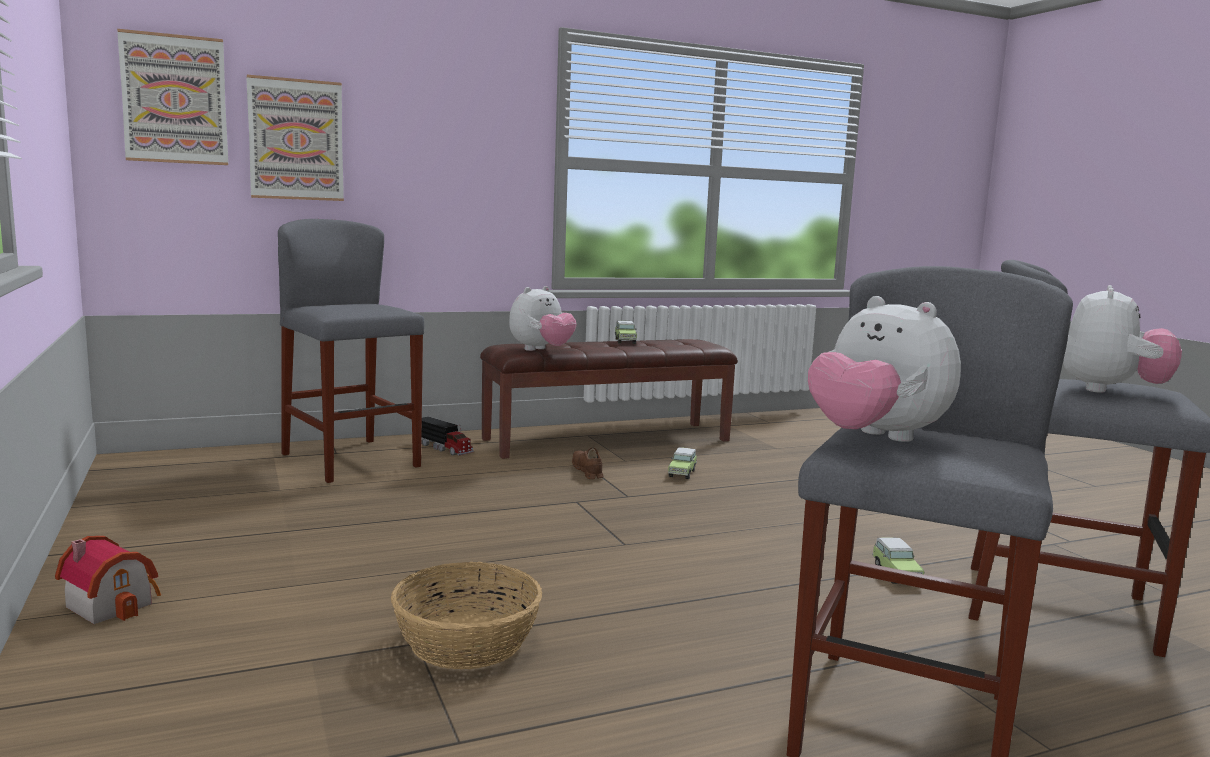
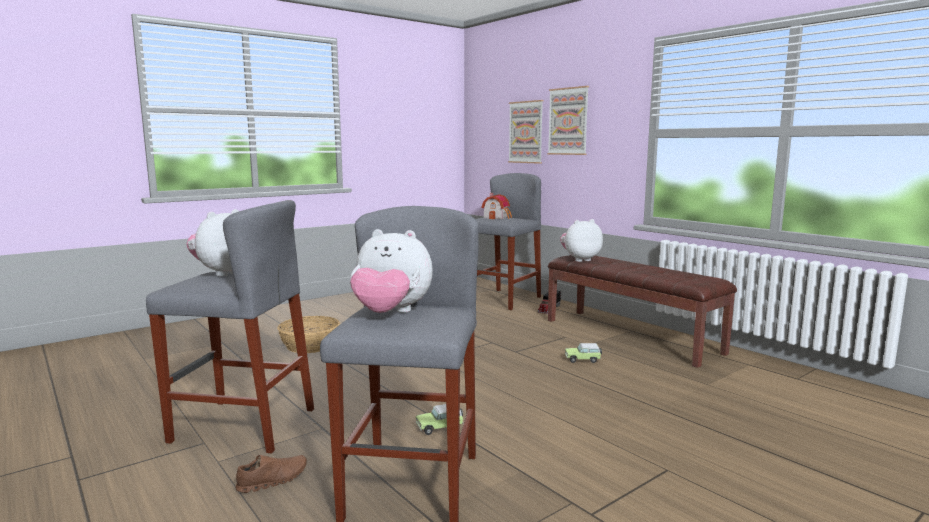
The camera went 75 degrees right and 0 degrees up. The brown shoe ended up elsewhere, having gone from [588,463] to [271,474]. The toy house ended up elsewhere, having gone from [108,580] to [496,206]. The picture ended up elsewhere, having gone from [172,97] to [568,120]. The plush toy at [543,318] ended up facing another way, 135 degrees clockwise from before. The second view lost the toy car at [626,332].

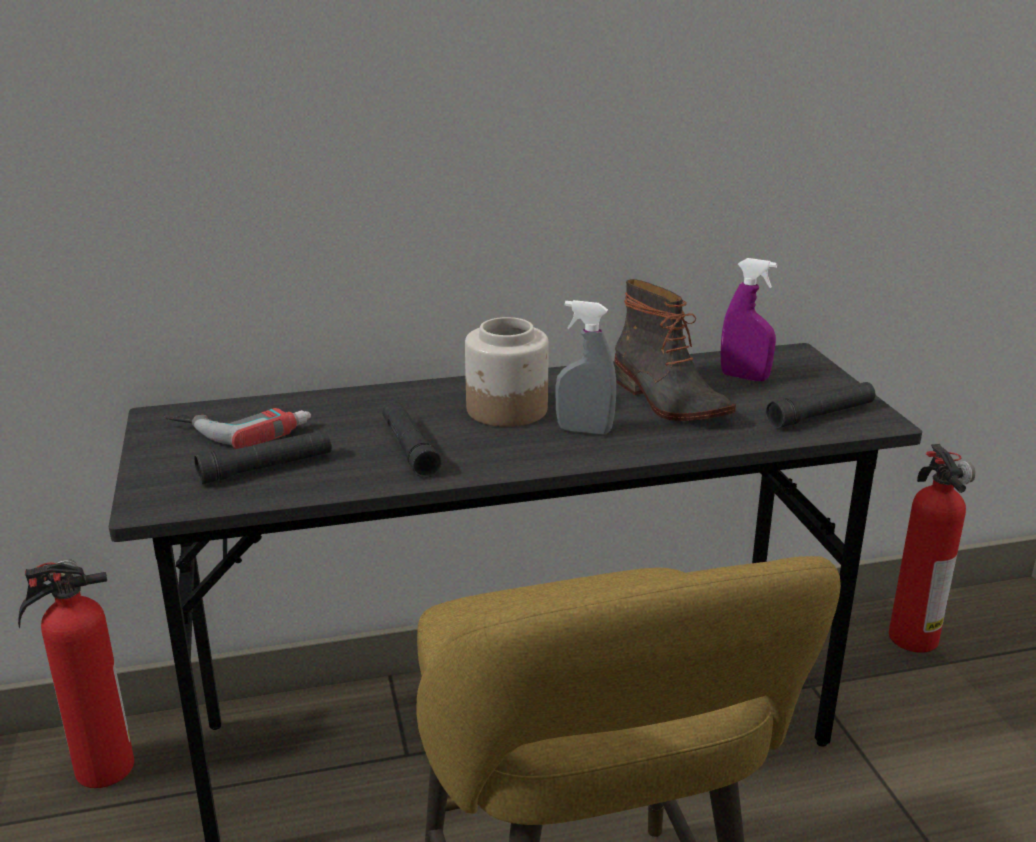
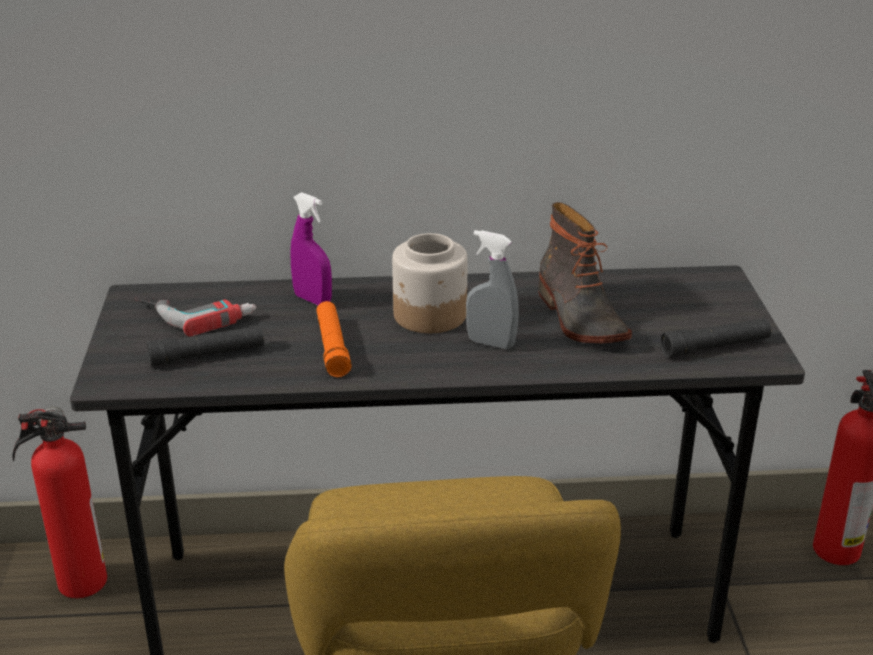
The camera went 10 degrees right and 5 degrees up. The purple spray bottle ended up elsewhere, having gone from [749,319] to [311,248]. What was the black flashlight at [412,439] turned into the orange flashlight at [334,339].

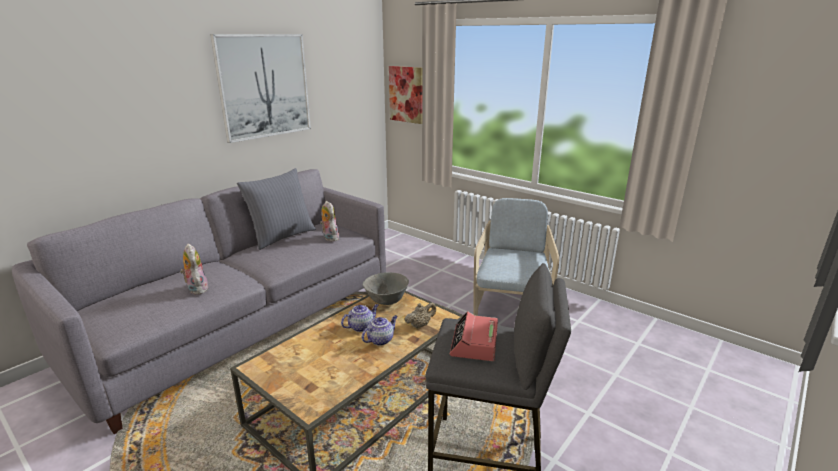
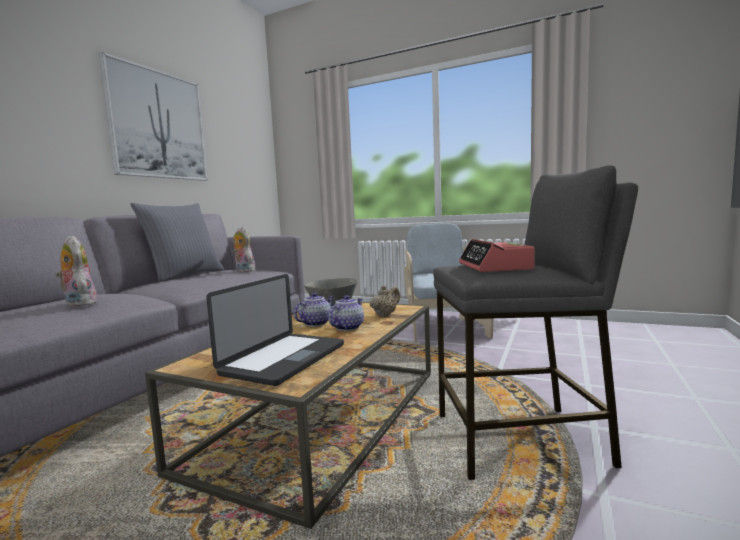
The camera went 15 degrees left and 15 degrees down. The second view gained the laptop at [275,330]. The second view lost the picture at [406,95].

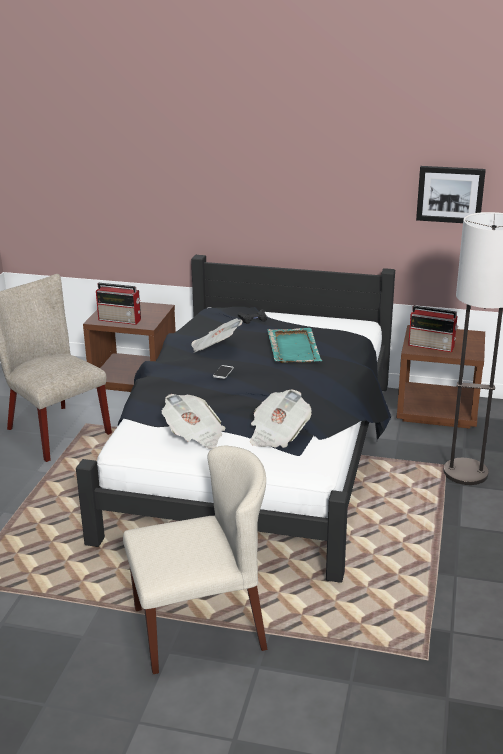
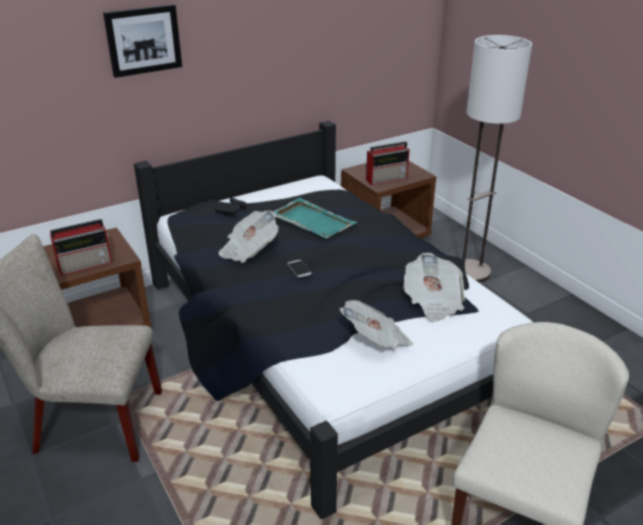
The camera went 45 degrees left and 5 degrees up. The picture ended up elsewhere, having gone from [451,194] to [142,41].

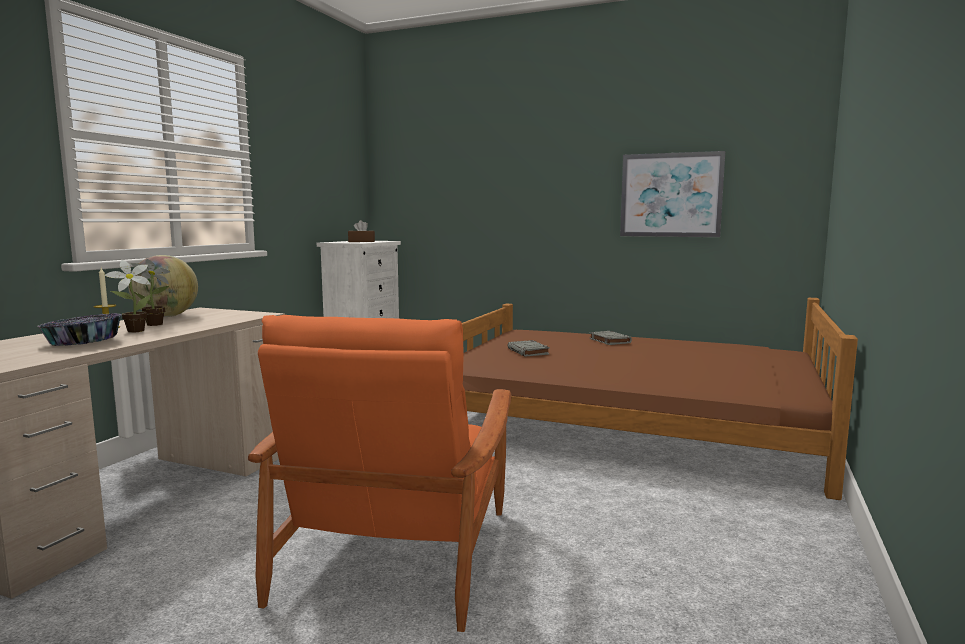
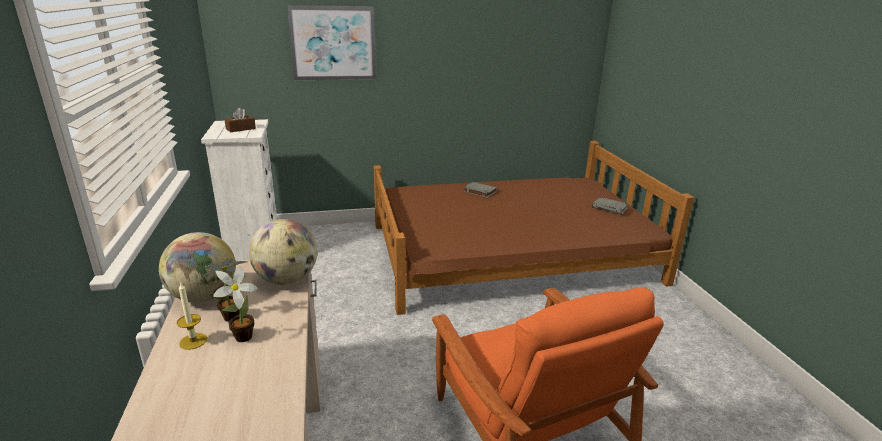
The camera went 35 degrees left and 15 degrees up. The second view gained the globe at [283,252]. The picture ended up elsewhere, having gone from [672,194] to [331,42]. The grey book ended up elsewhere, having gone from [529,348] to [610,206]. The second view lost the bowl at [80,330].

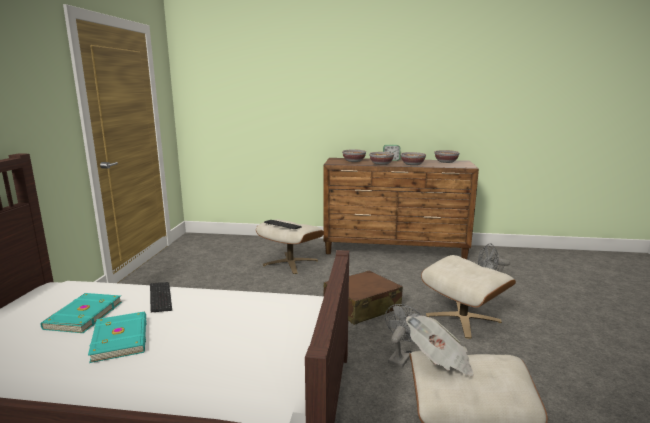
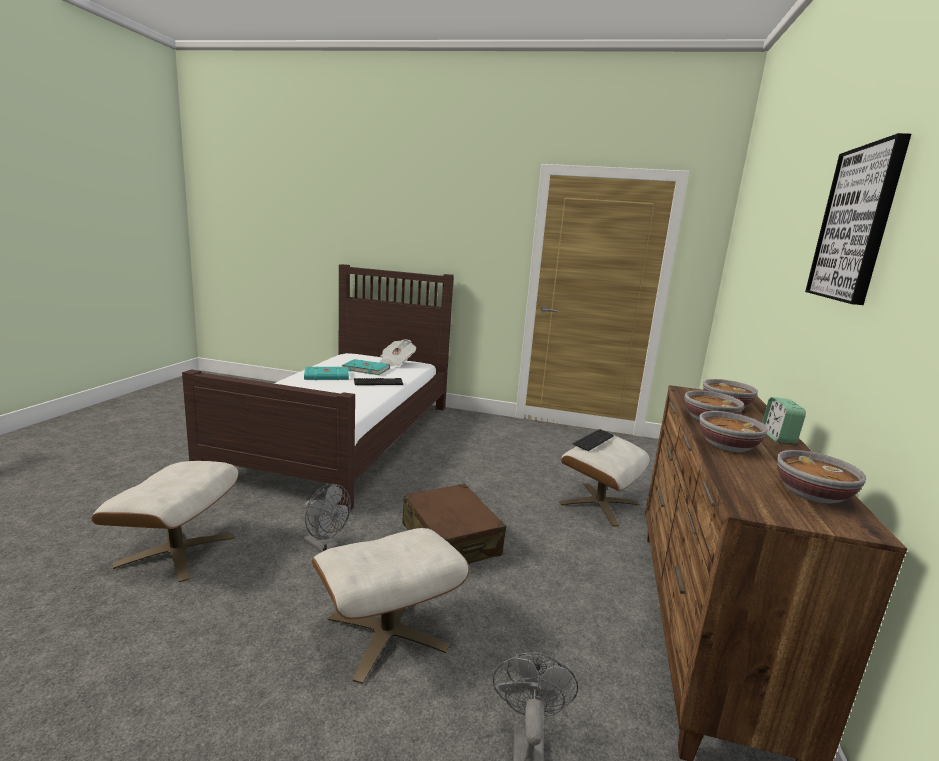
The camera went 95 degrees right and 0 degrees up. The newspaper ended up elsewhere, having gone from [440,345] to [398,352]. The second view gained the picture at [858,219].

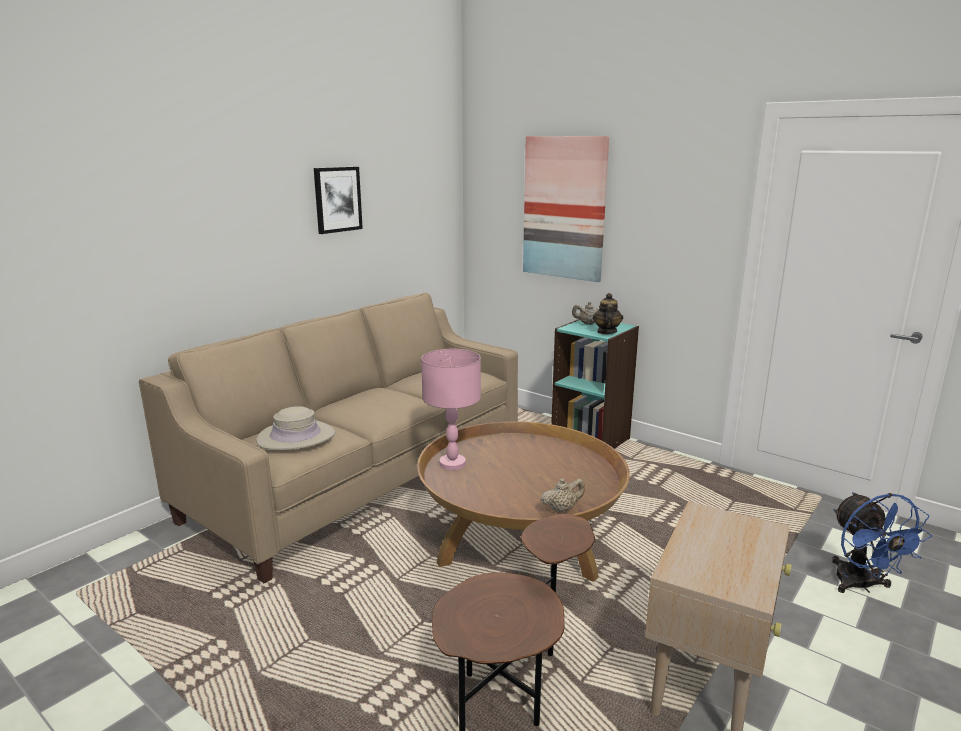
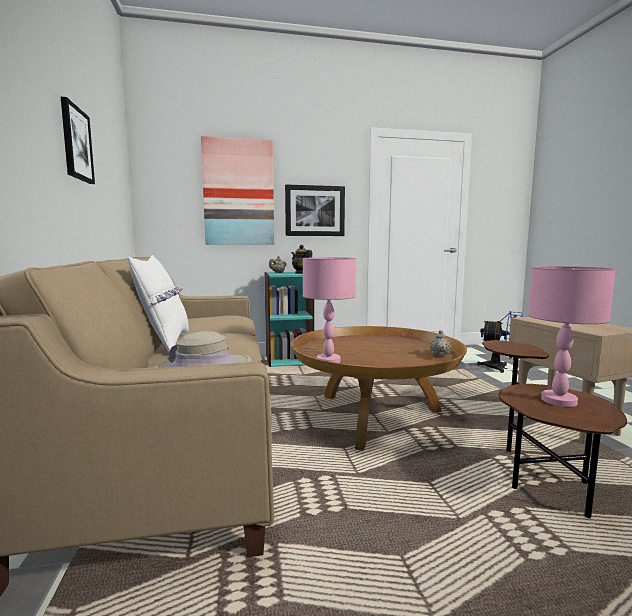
The camera went 50 degrees left and 10 degrees down. The second view gained the white pillow at [158,303]. The second view gained the picture at [315,210]. The second view gained the pink table lamp at [572,336].

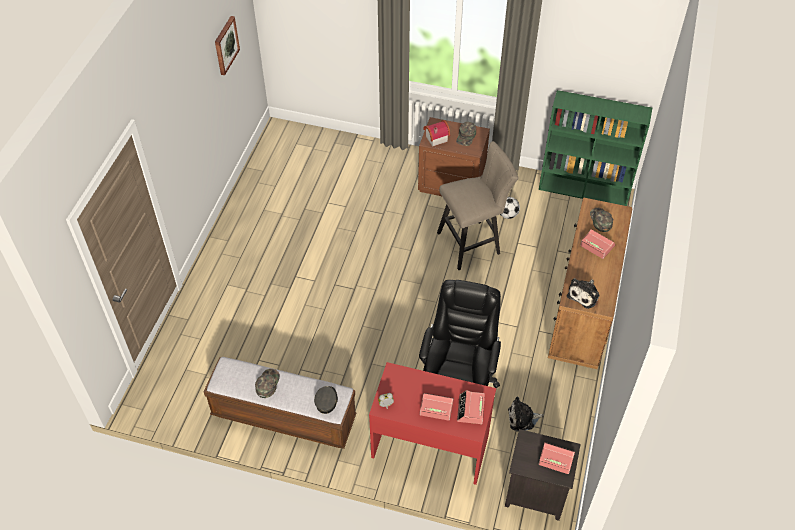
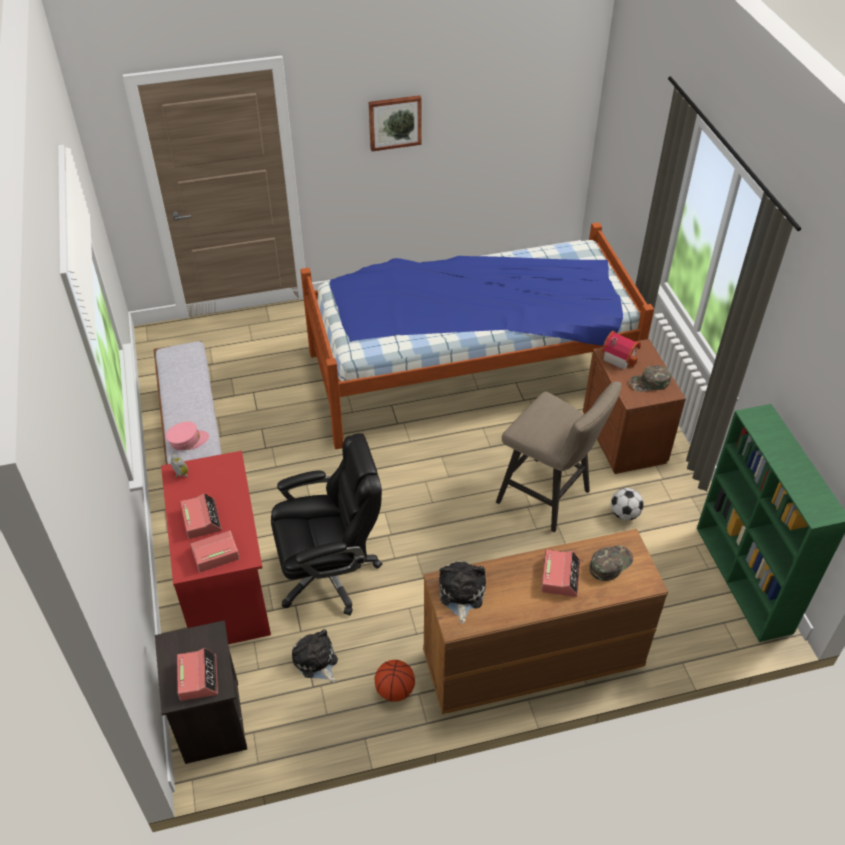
The camera went 60 degrees right and 5 degrees down. What was the grey cap at [326,400] turned into the pink cap at [187,436]. The second view gained the bed at [477,336]. The picture ended up elsewhere, having gone from [227,45] to [395,123]. The second view gained the basketball at [395,681]. The plush toy at [583,293] ended up facing another way, 90 degrees clockwise from before. The second view lost the green cap at [267,383].

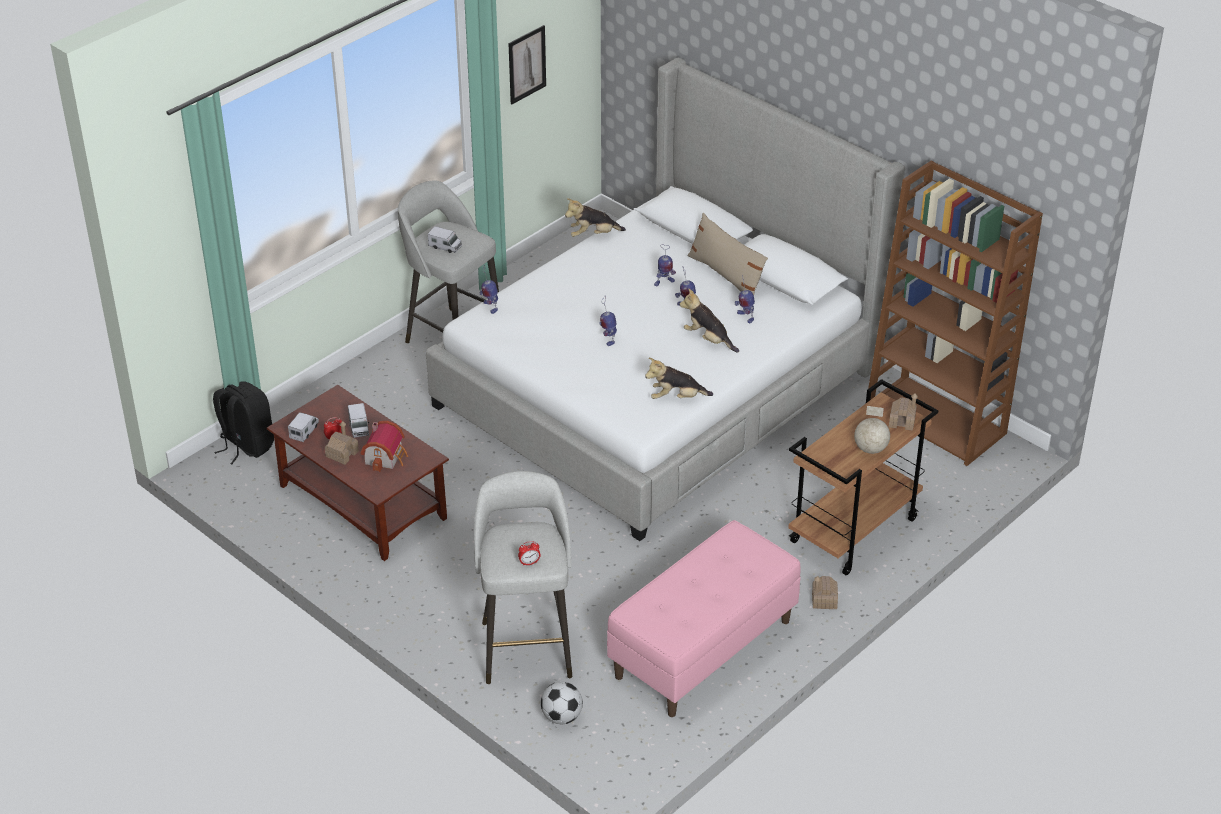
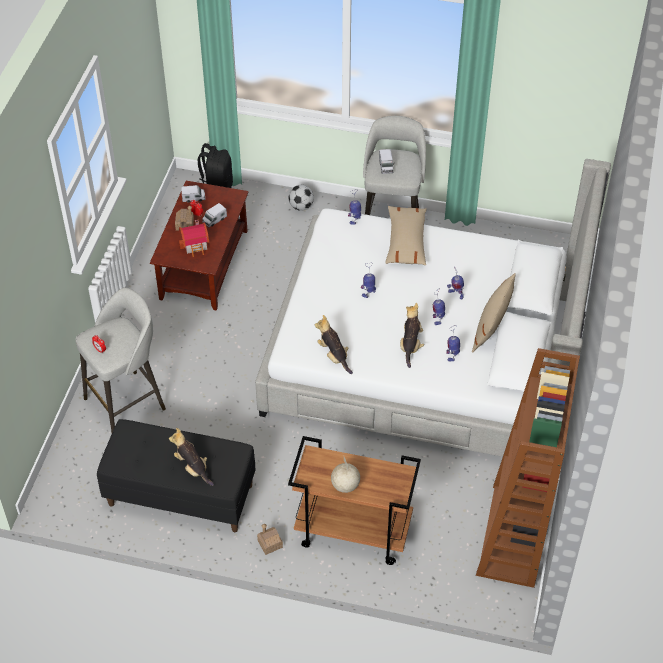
The camera went 60 degrees right and 10 degrees up. What was the pink bench at [704,618] turned into the black bench at [176,475]. The plush toy ended up elsewhere, having gone from [595,217] to [191,457]. The football ended up elsewhere, having gone from [562,703] to [301,198]. The second view gained the beige pillow at [406,235]. The second view lost the picture at [527,64]. The second view lost the toy house at [903,412].

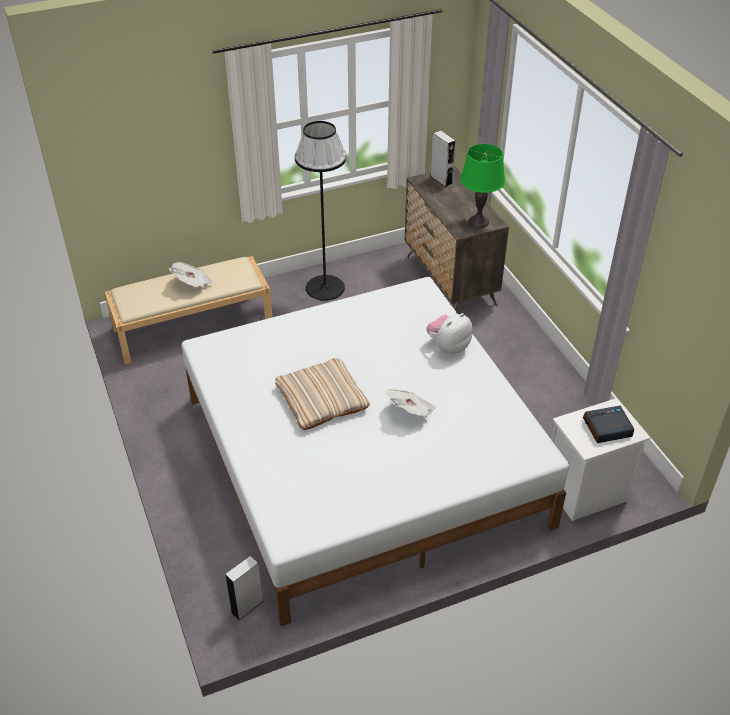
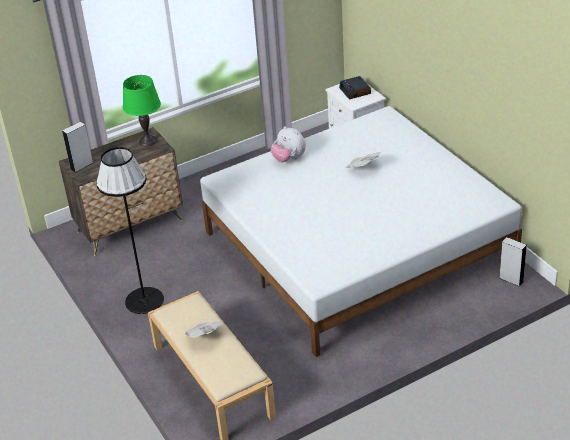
The camera went 95 degrees left and 5 degrees down. The second view lost the beige pillow at [322,394].

